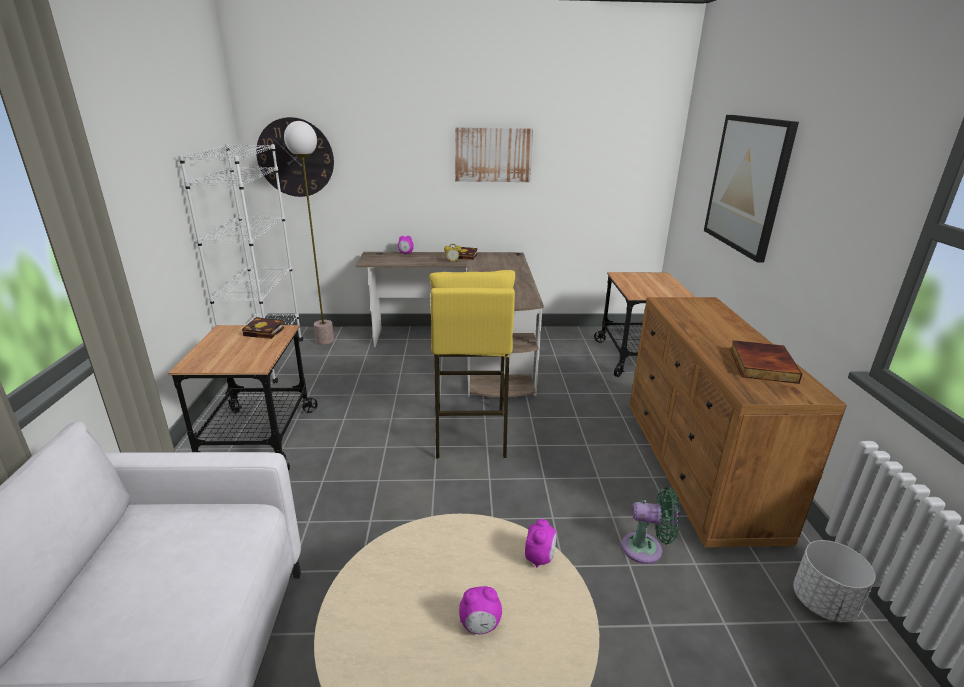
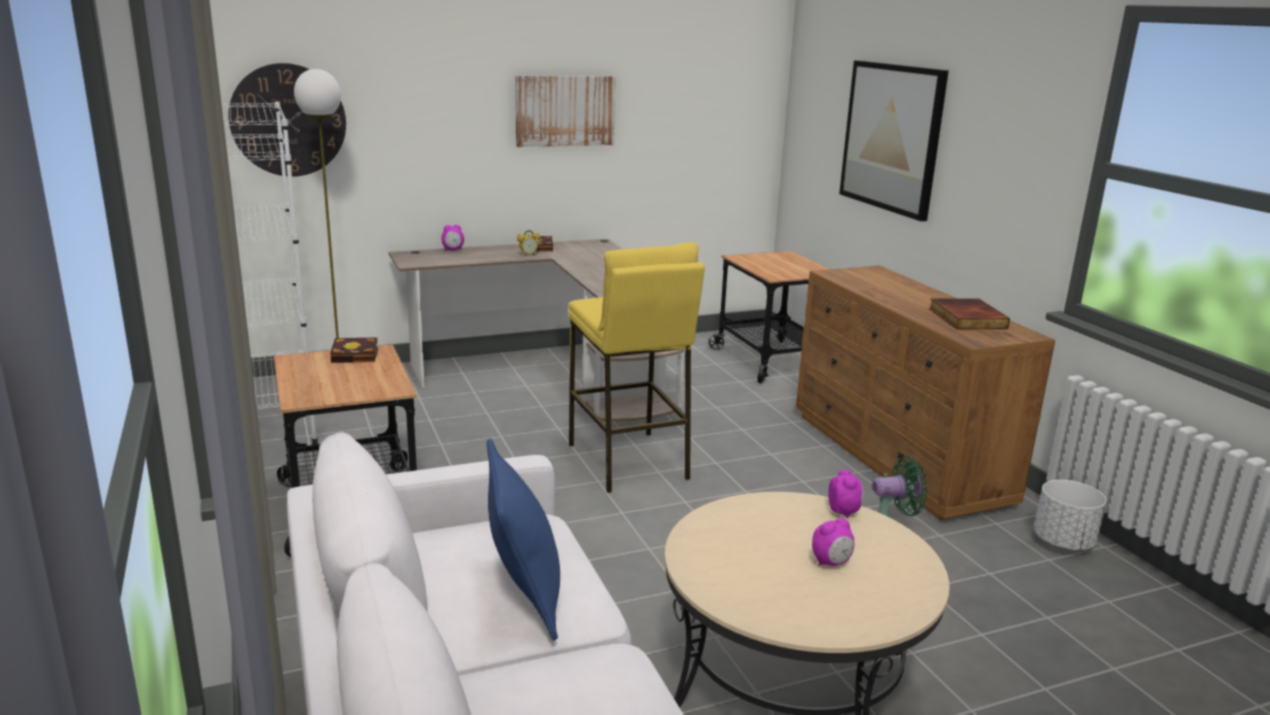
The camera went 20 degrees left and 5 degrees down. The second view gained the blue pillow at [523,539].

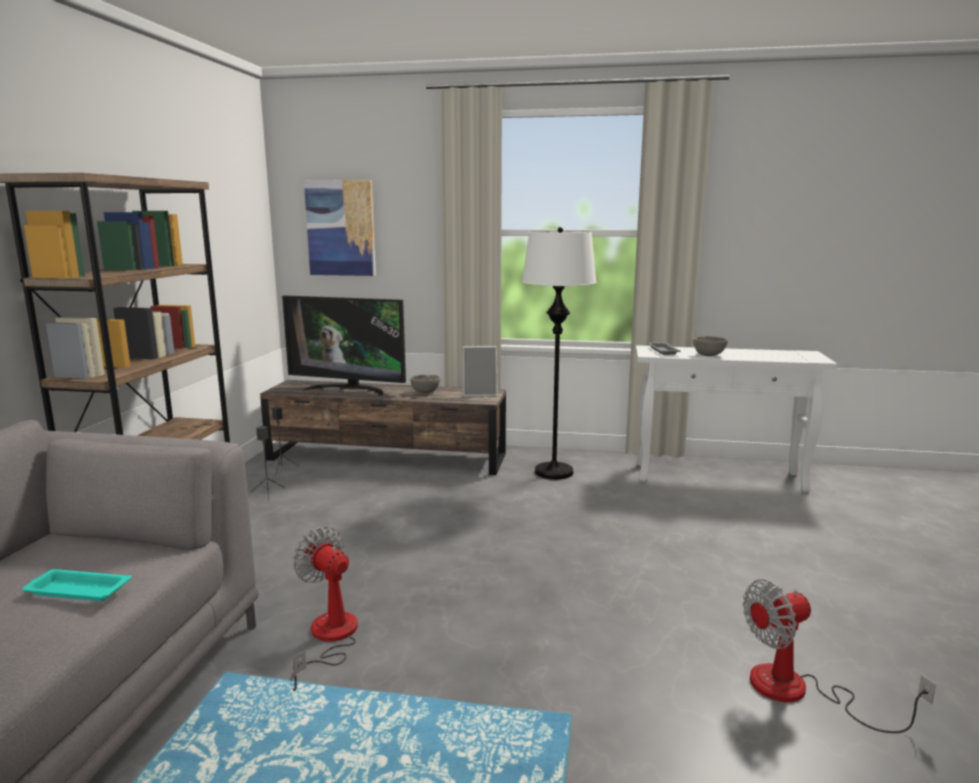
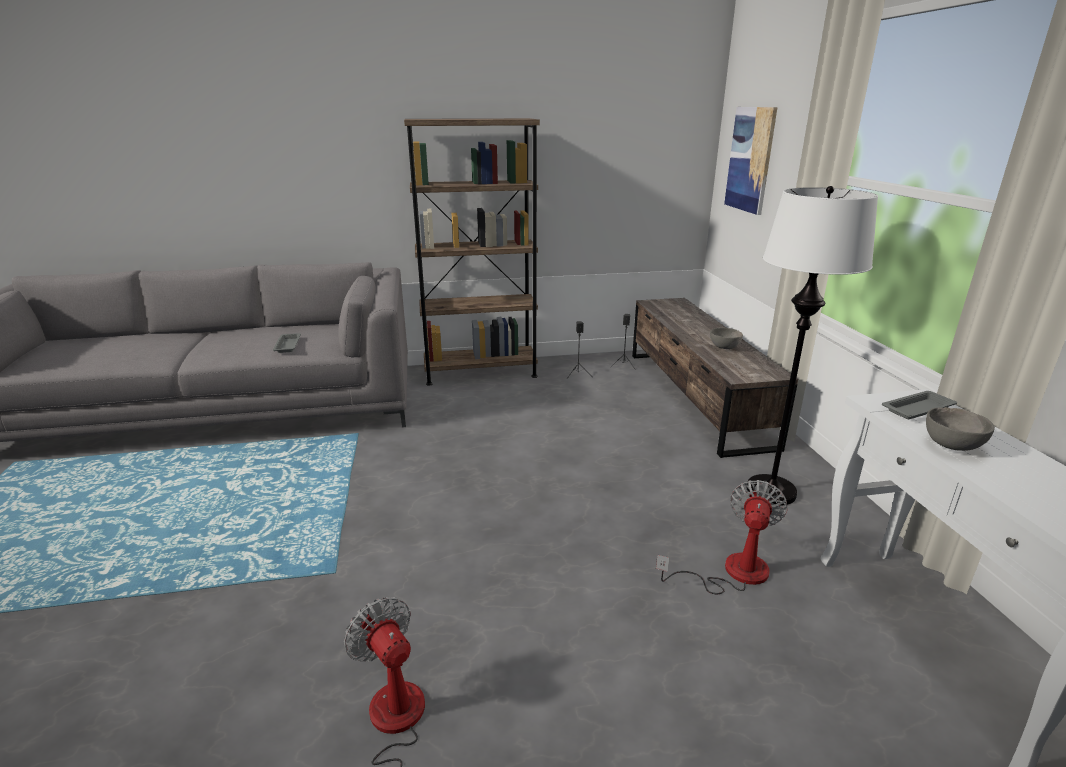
The camera went 70 degrees right and 10 degrees up. What was the turquoise tray at [76,585] turned into the grey tray at [287,343]. The fan ended up elsewhere, having gone from [324,609] to [722,537]. The second view lost the television at [344,345]. The second view lost the picture frame at [480,371].

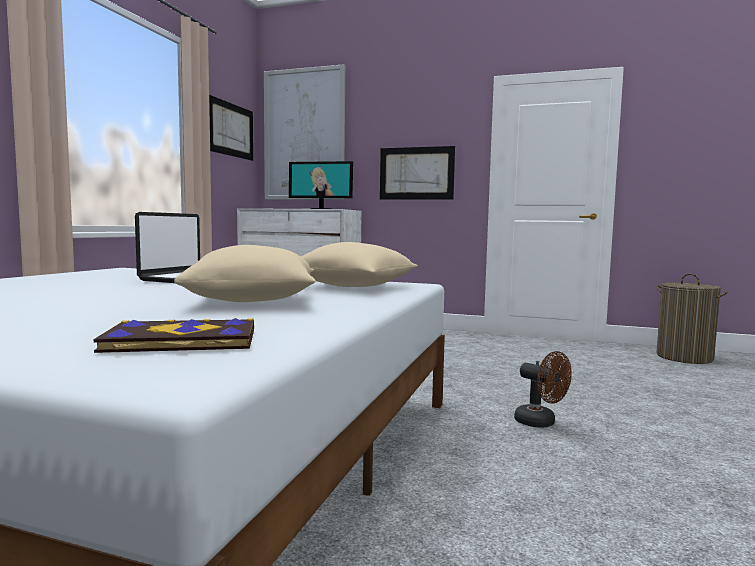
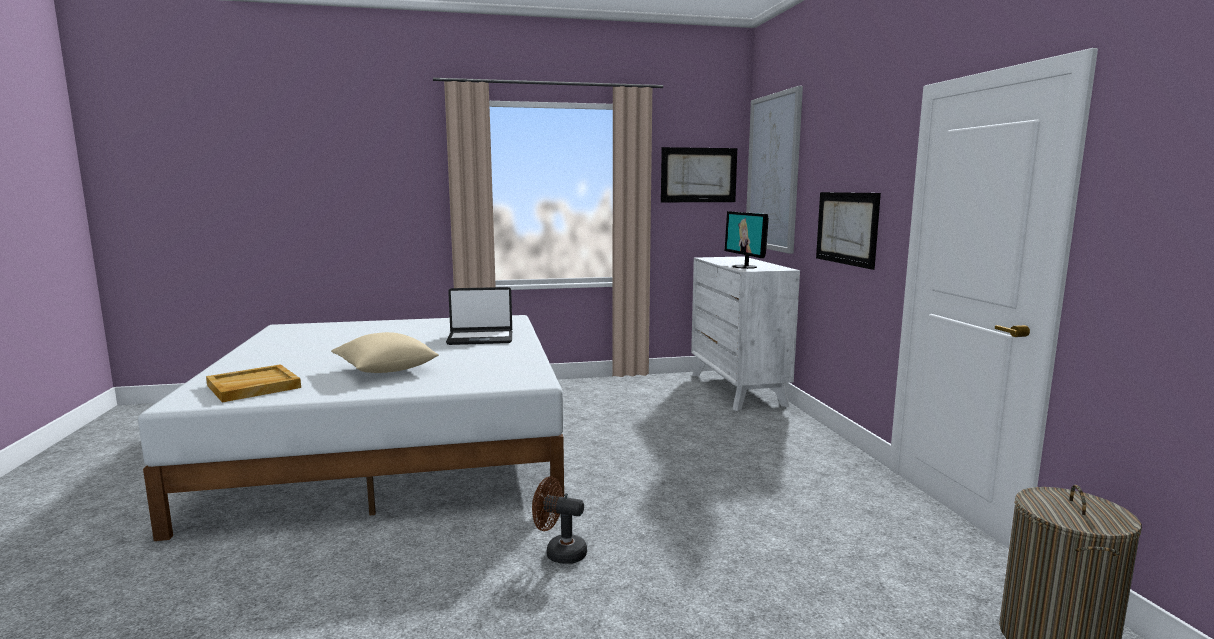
The camera went 60 degrees right and 5 degrees up. Where the book stood at [174,335], the beige tray came to stand at [253,383]. The brown fan at [543,389] ended up facing another way, 90 degrees clockwise from before. The second view lost the beige pillow at [359,264].

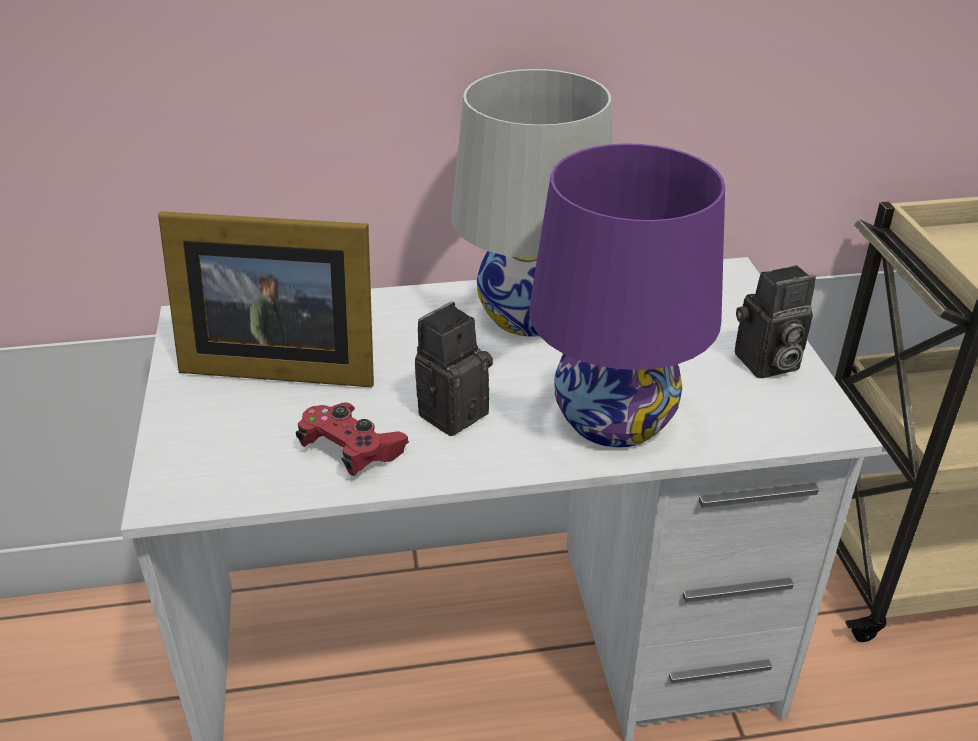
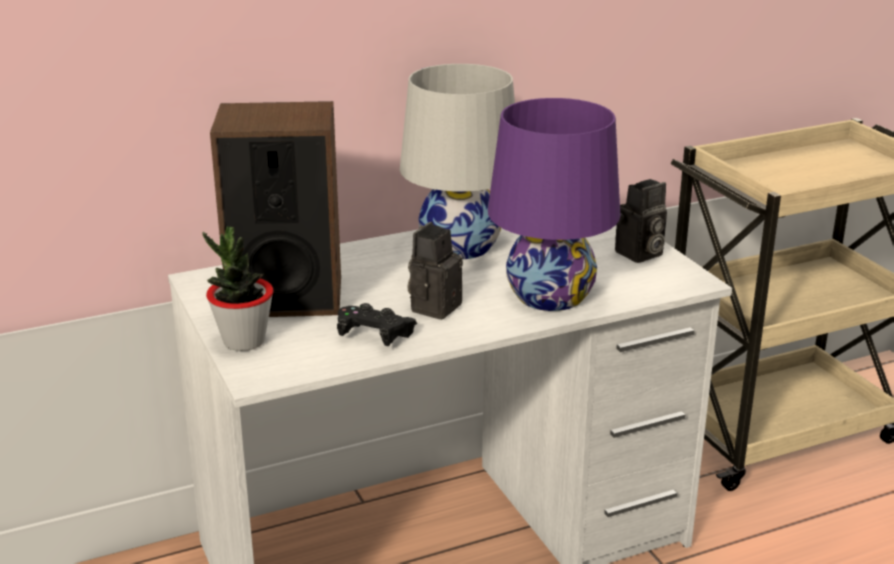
The camera went 15 degrees left and 10 degrees down. The second view gained the potted plant at [238,288]. Where the picture frame stood at [266,299], the speaker came to stand at [275,209]. What was the red game controller at [352,439] turned into the black game controller at [377,324].

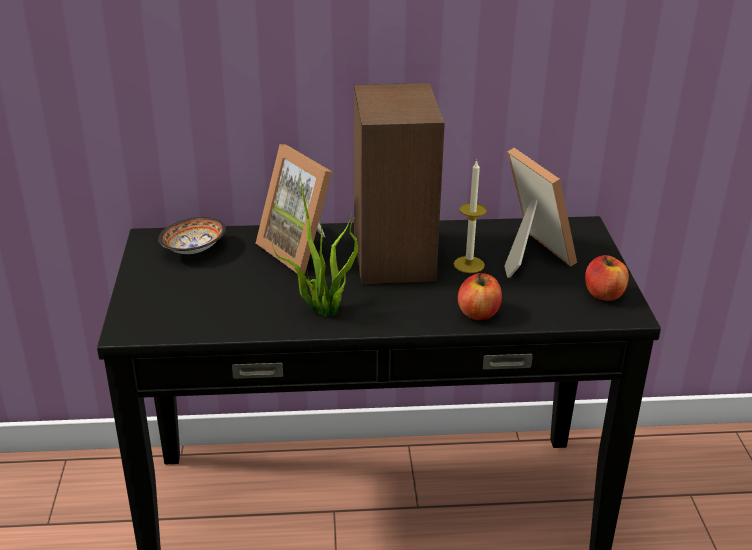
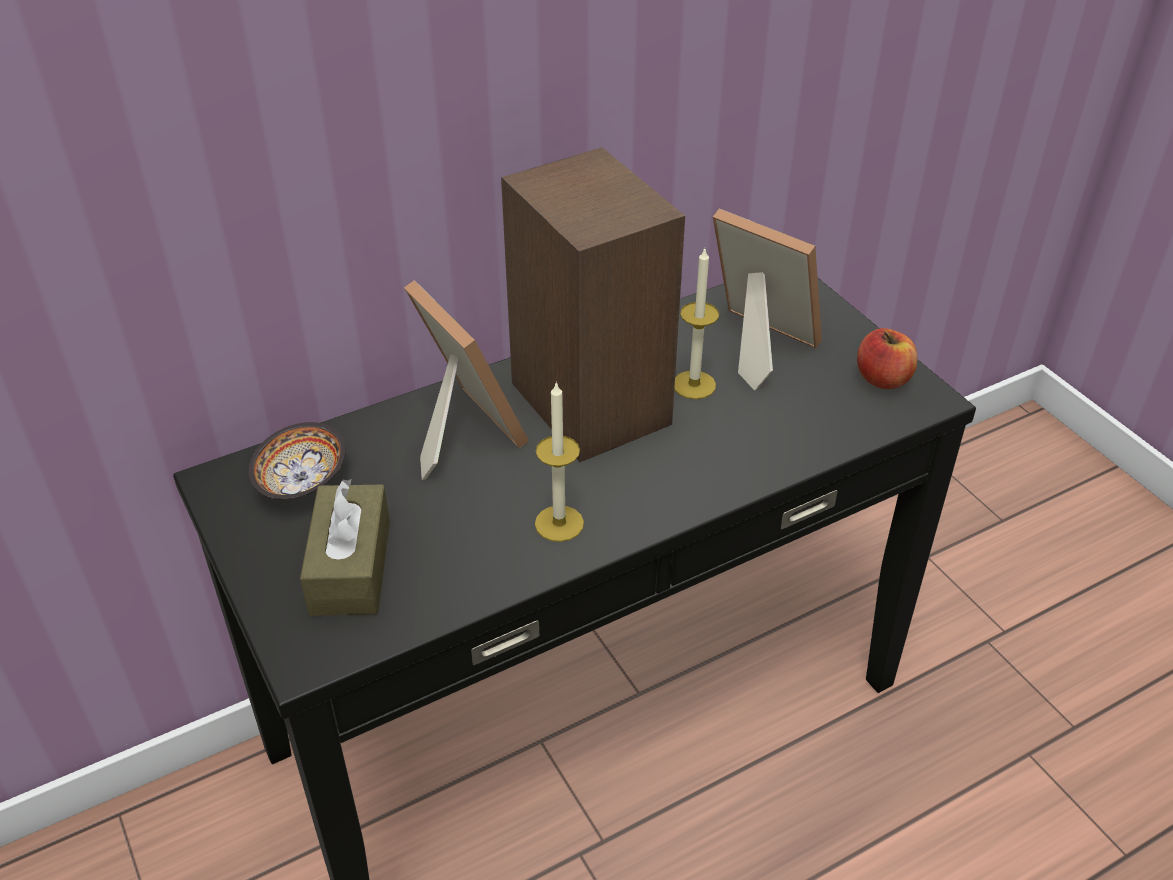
The camera went 25 degrees left and 10 degrees up. The second view gained the brown tissue box at [345,547]. The picture frame at [294,209] ended up facing another way, 150 degrees counterclockwise from before. Where the potted plant stood at [314,244], the candle came to stand at [559,461]. The second view lost the apple at [480,296].

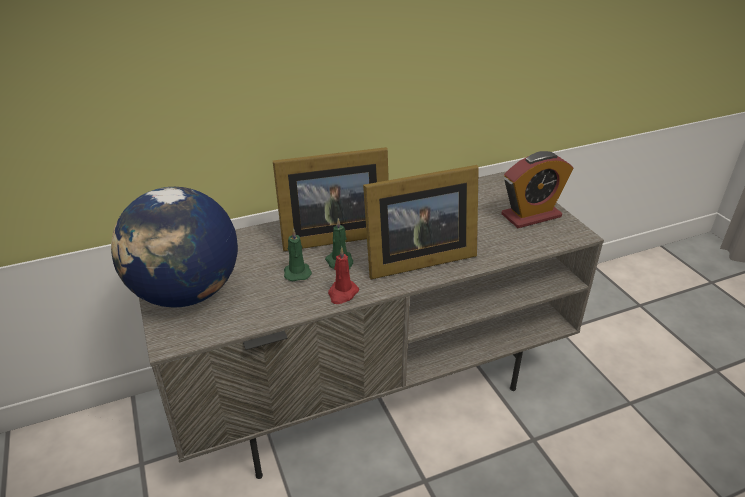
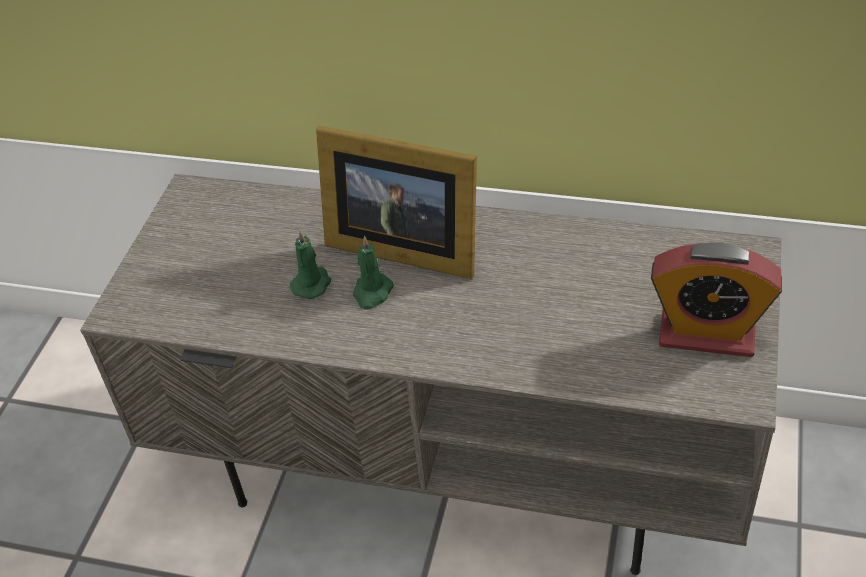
The camera went 40 degrees right and 10 degrees up. The second view lost the globe at [174,247]. The second view lost the red candle at [343,275]. The second view lost the picture frame at [421,222].

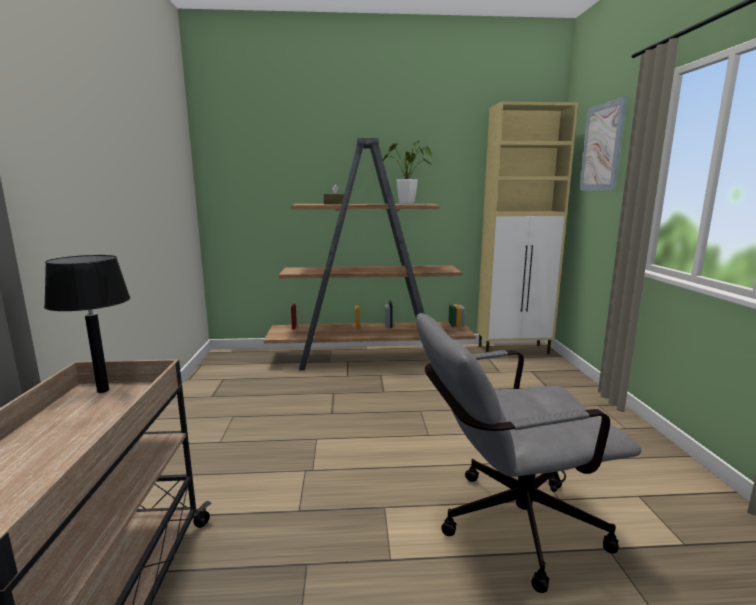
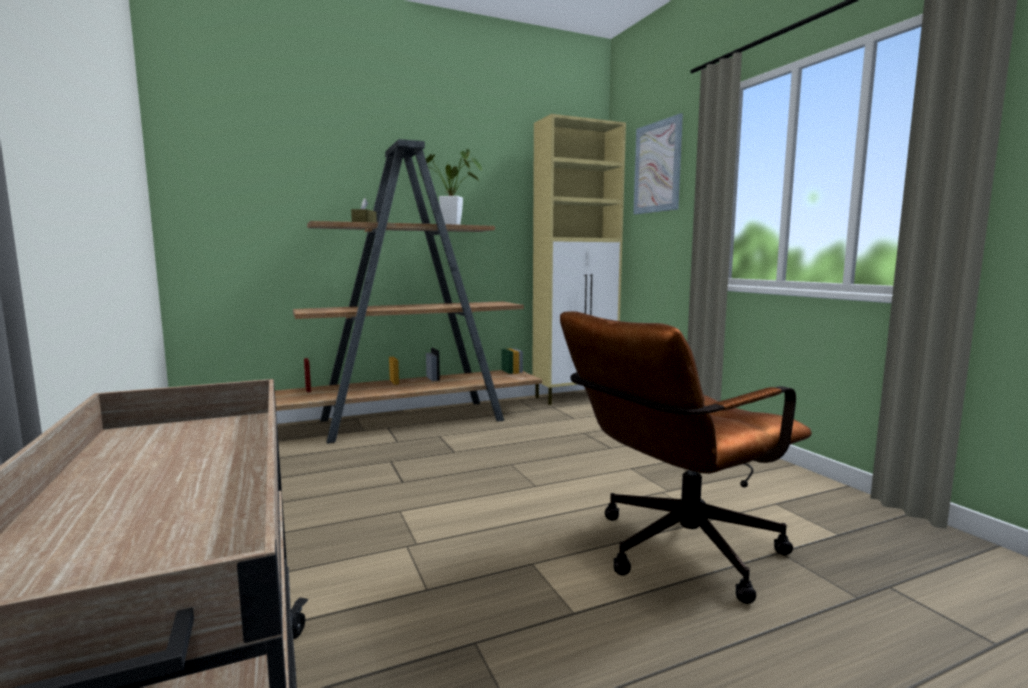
The camera went 20 degrees left and 5 degrees down. What was the grey office chair at [529,453] turned into the brown office chair at [686,457]. The second view lost the black table lamp at [87,324].

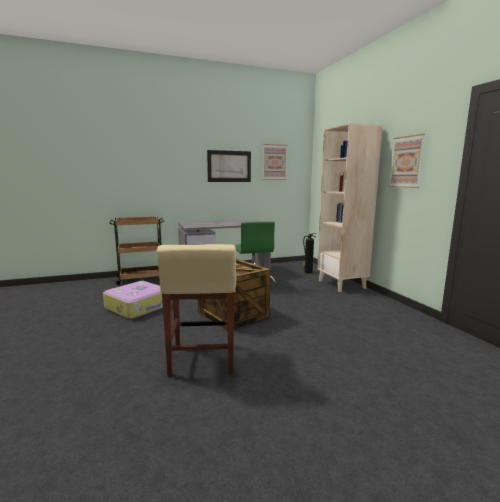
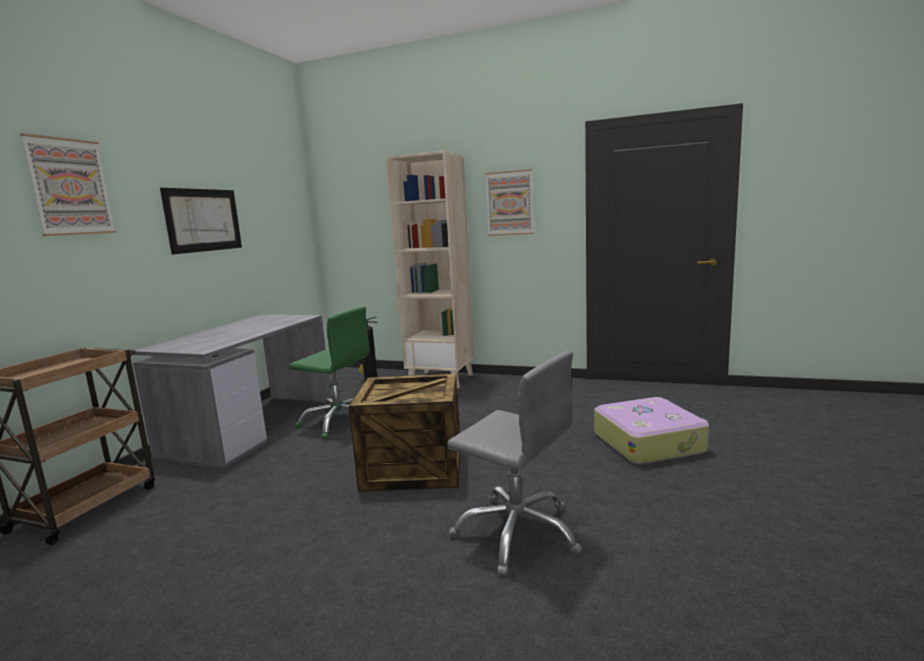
The camera went 50 degrees left and 0 degrees up. The picture ended up elsewhere, having gone from [275,162] to [68,184]. Where the beige stool stood at [196,310], the grey office chair came to stand at [514,464]. The suitcase ended up elsewhere, having gone from [133,300] to [651,431].

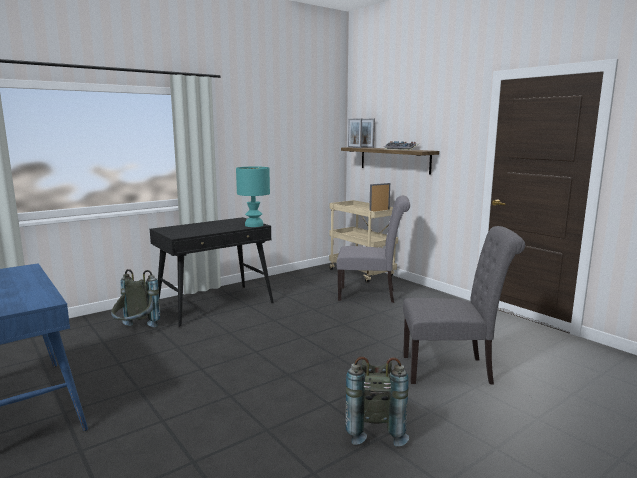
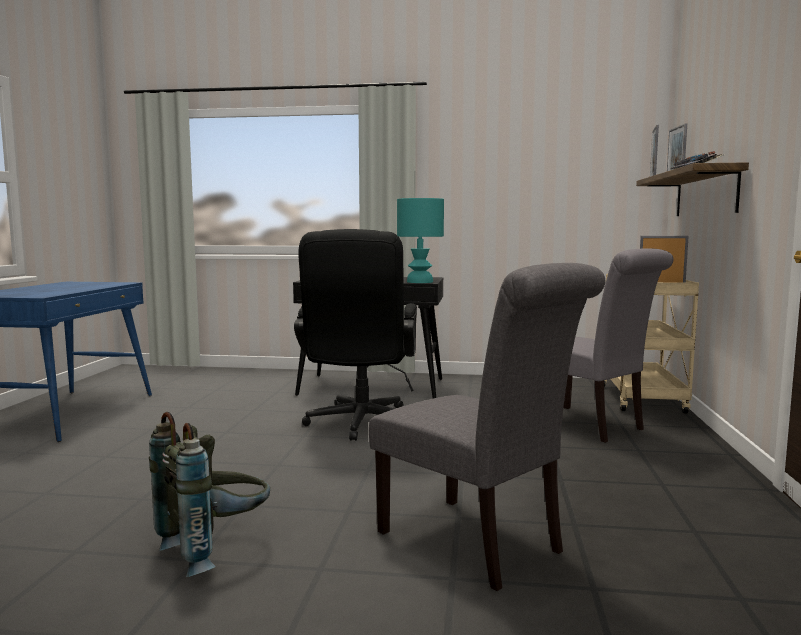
The camera went 45 degrees right and 5 degrees down. The second view gained the black office chair at [355,335]. The second view lost the grey backpack at [136,298].

